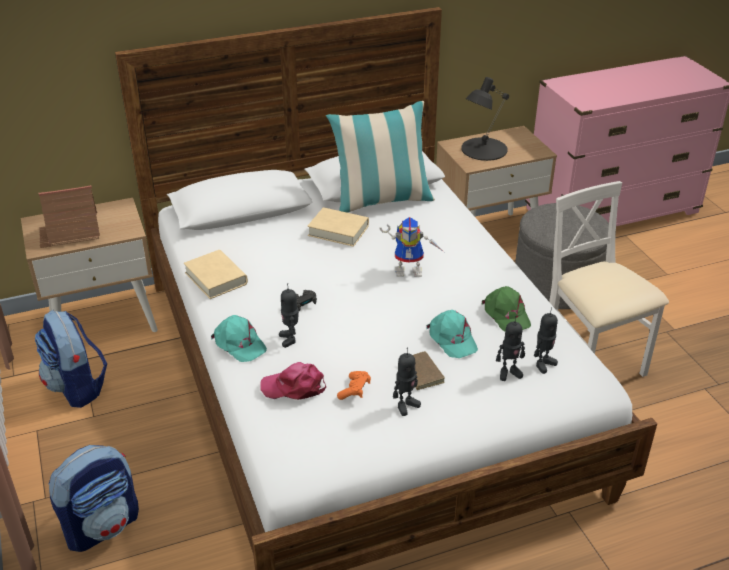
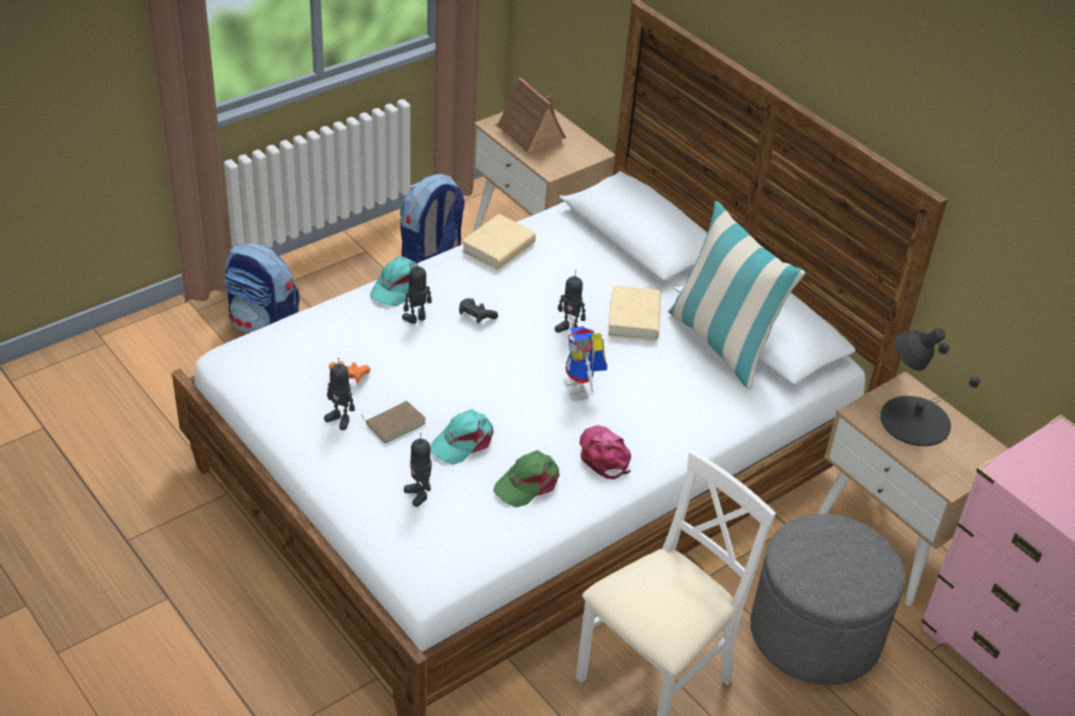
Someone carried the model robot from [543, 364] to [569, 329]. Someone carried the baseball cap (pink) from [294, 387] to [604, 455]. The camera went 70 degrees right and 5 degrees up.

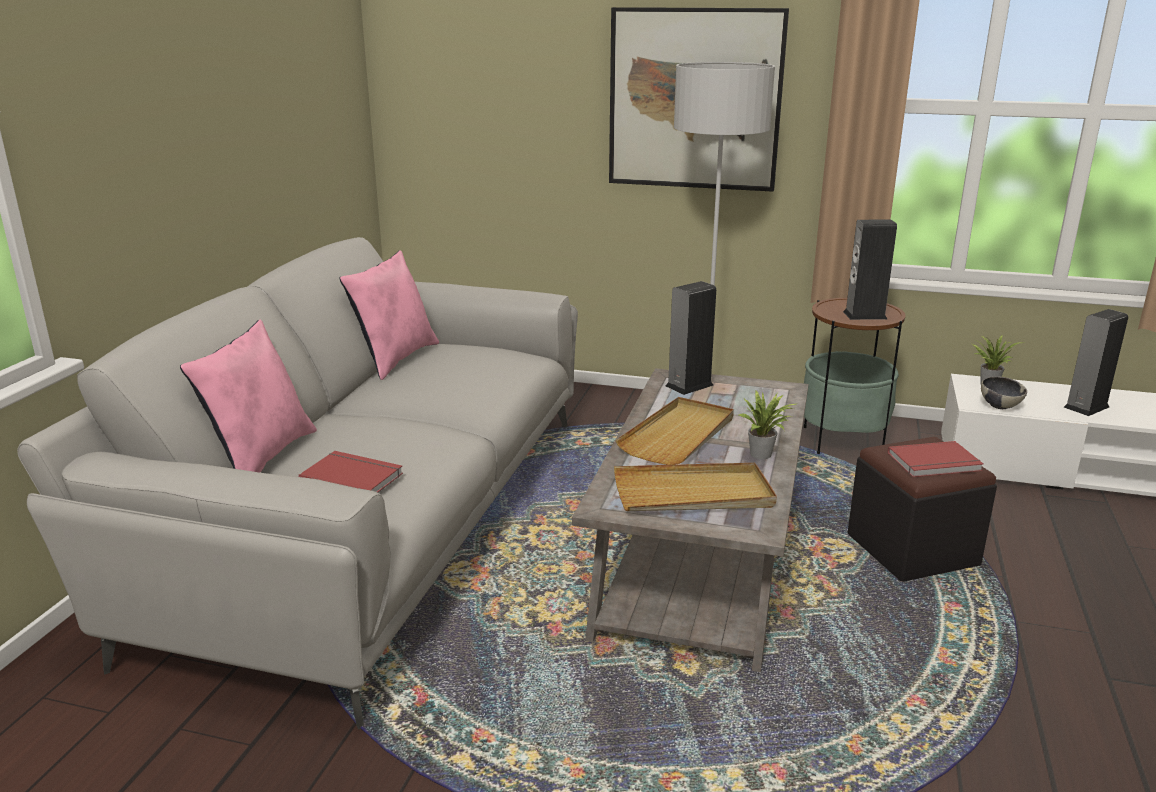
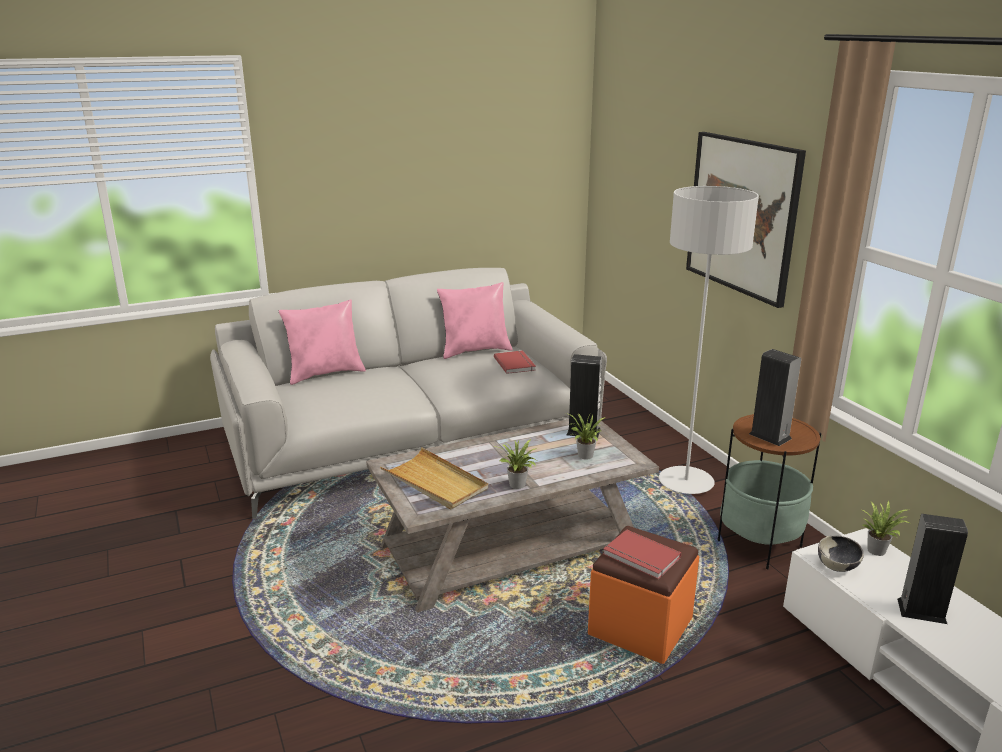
Someone carried the book (red-coloured) from [353, 477] to [515, 363]. Someone put down the potted plant at [584, 456]. Someone repainted the ottoman (blackish) at [912, 550], which became the ottoman (orangey) at [640, 626]. Someone took away the carrying tray (sand-coloured) at [679, 435]. The camera went 50 degrees right and 0 degrees up.

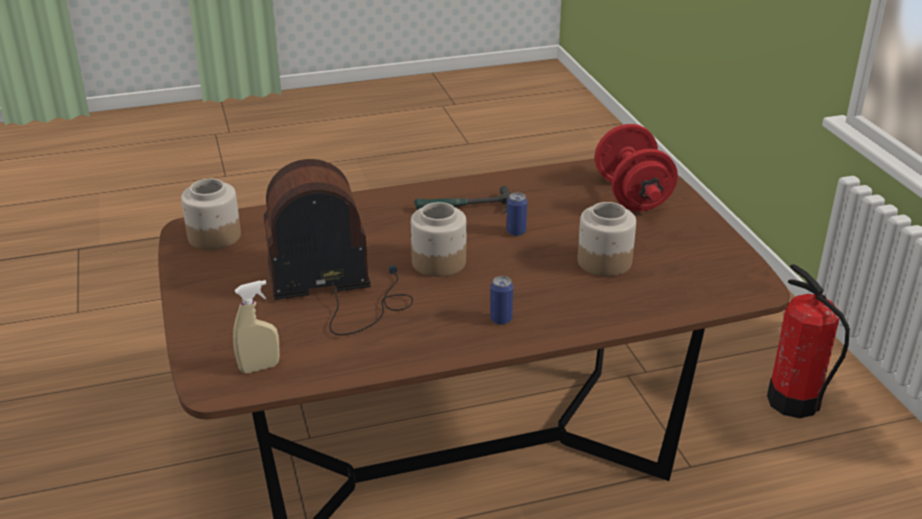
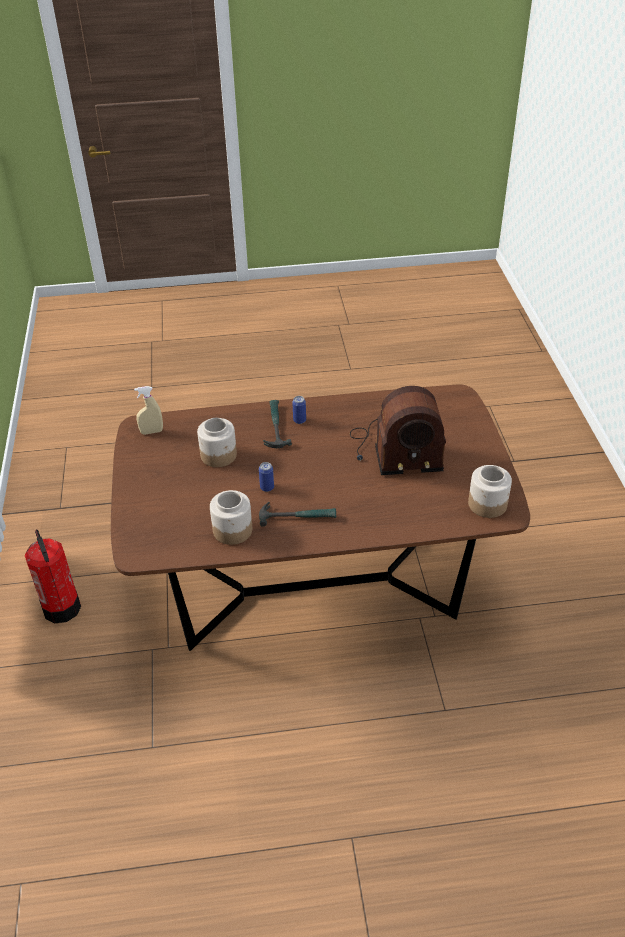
Someone carried the sprayer (sand-coloured) from [259, 367] to [151, 432]. Someone carried the jar from [438, 262] to [233, 530]. Someone put down the hand hammer at [275, 427]. Someone took away the hand weight (red-coloured) at [632, 195]. The camera went 170 degrees left and 10 degrees up.

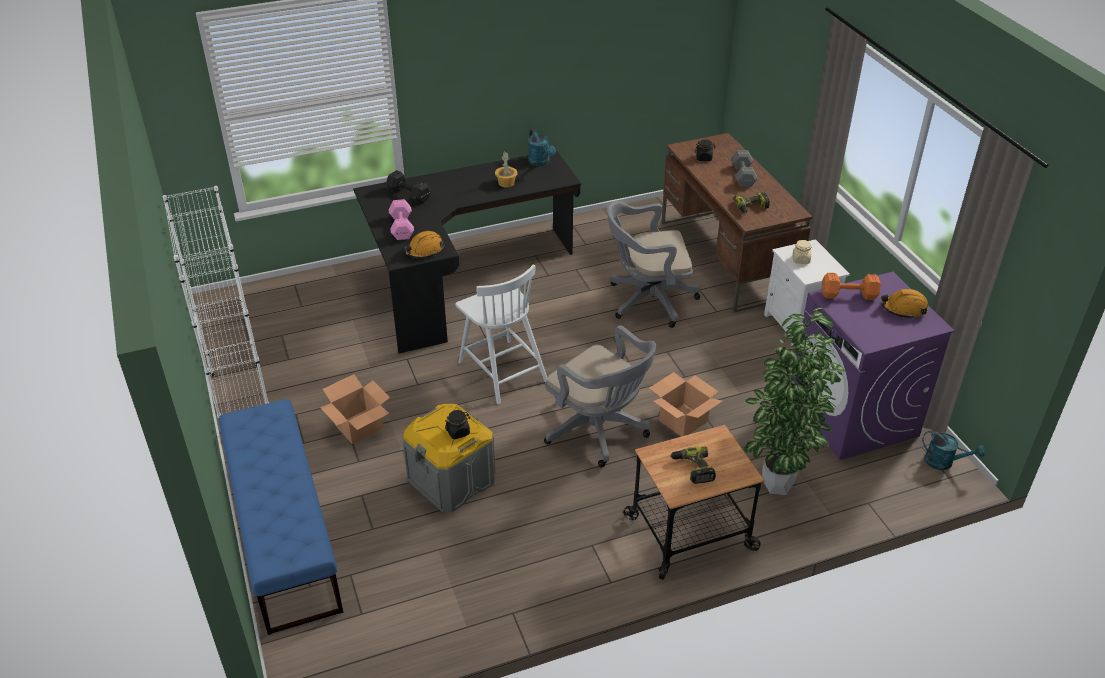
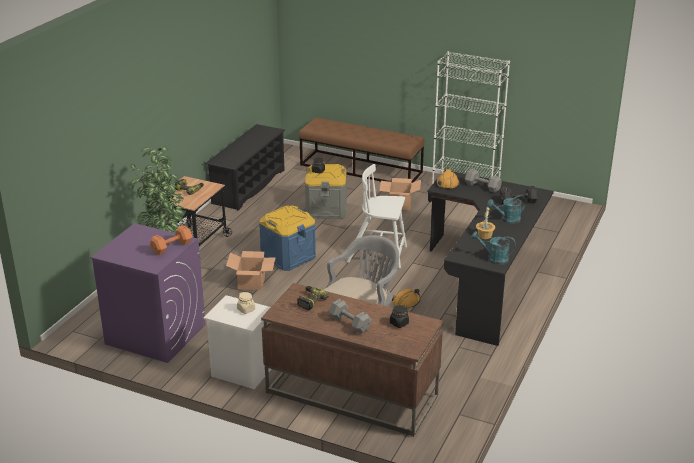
Someone put down the shoe shelf (blackish) at [248, 186]. Someone swapped the desk chair (greyish) at [599, 431] for the storage box (blue) at [288, 257]. Someone repainted the indoor bench (blue) at [284, 533], which became the indoor bench (brownish) at [361, 168]. Someone carried the work helmet (orangey) from [903, 309] to [406, 303]. Someone repainted the hand weight (pink) at [402, 227], which became the hand weight (greyish) at [483, 187]. Someone carried the sprinkling can (turquoise) from [944, 462] to [507, 220]. The camera went 135 degrees right and 10 degrees down.

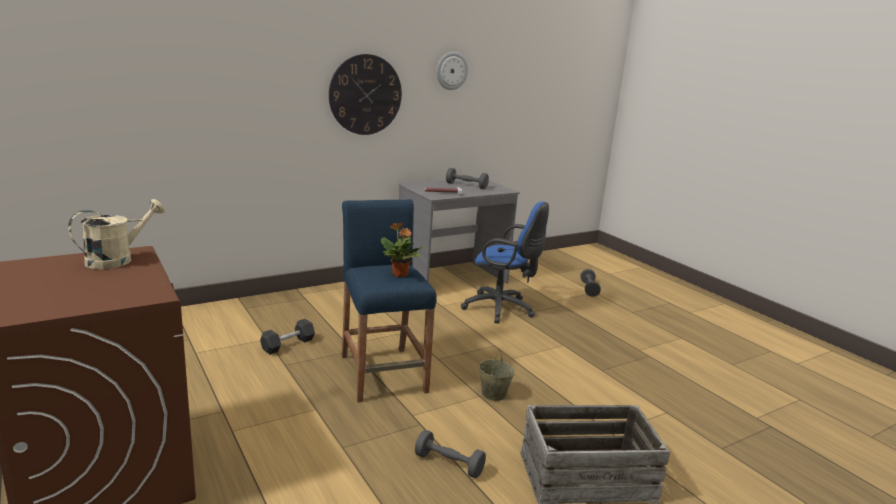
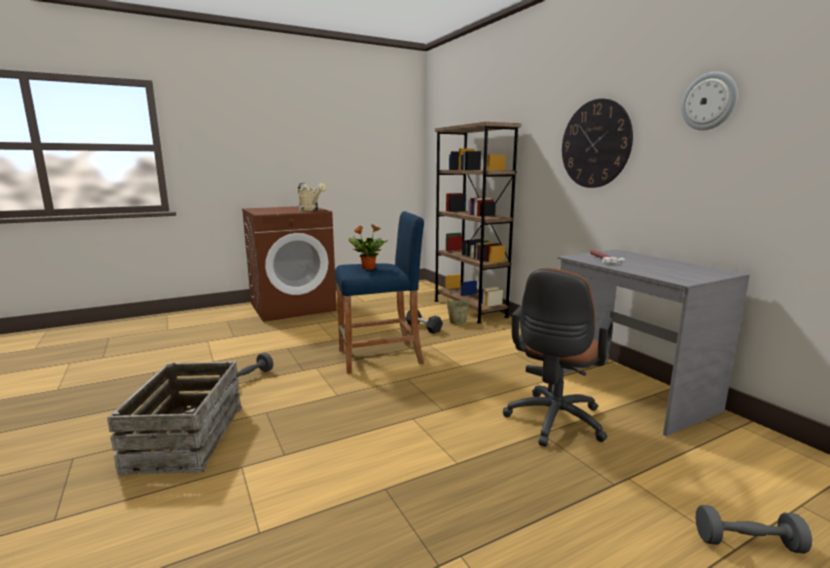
Someone put down the bookshelf (brownish) at [469, 309]. Someone carried the pail (sand-coloured) from [493, 394] to [457, 322]. Someone repainted the desk chair (blue) at [502, 309], which became the desk chair (brownish) at [553, 423]. Someone took away the hand weight (greyish) at [466, 186]. The camera went 95 degrees right and 5 degrees down.

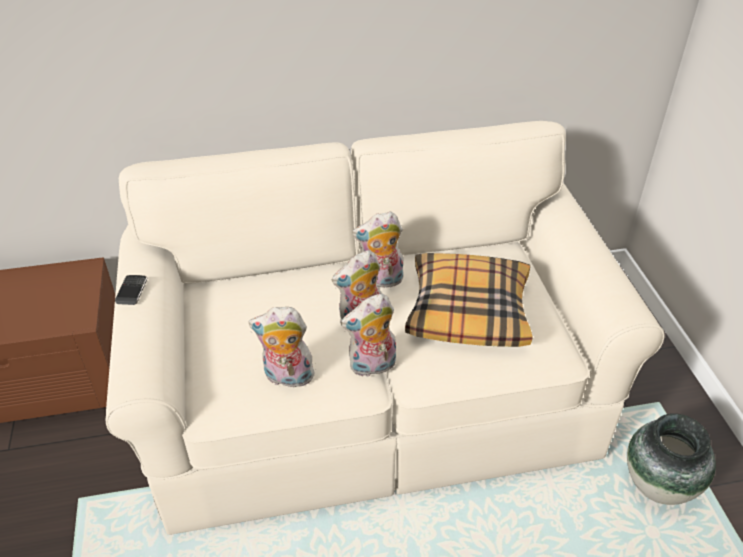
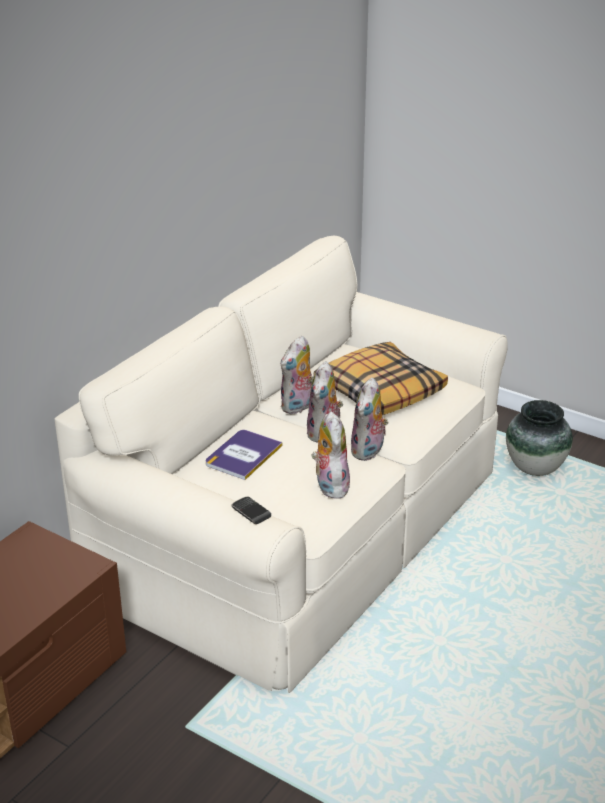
Someone put down the book at [243, 455]. Someone carried the handset from [132, 291] to [251, 512]. Someone rotated the plush toy at [287, 378] by 120 degrees clockwise. The camera went 45 degrees left and 10 degrees down.

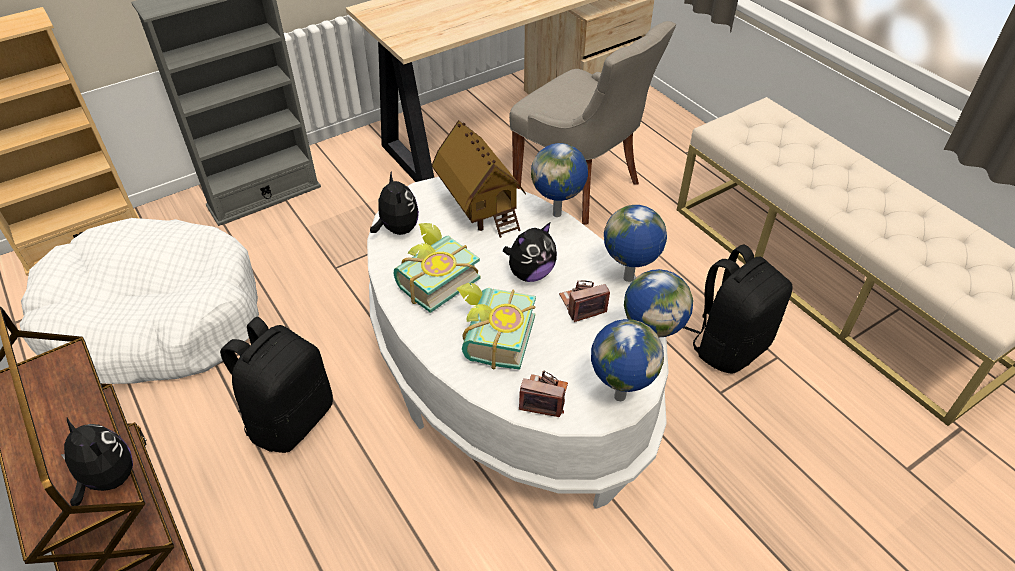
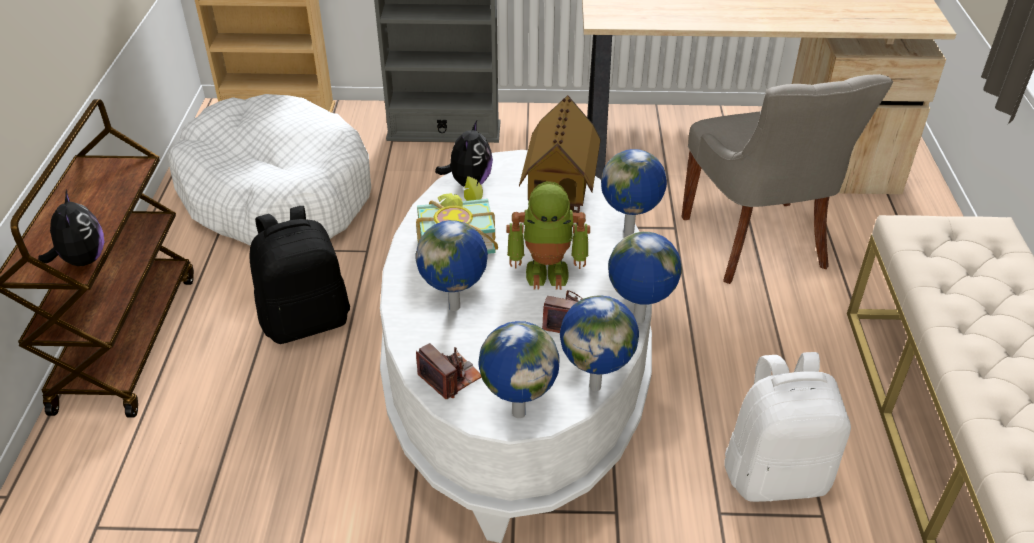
Someone swapped the book at [491, 338] for the world globe at [456, 307]. Someone swapped the plush toy at [530, 273] for the model robot at [547, 271]. Someone repainted the knapsack (blackish) at [729, 345], which became the knapsack (white-coloured) at [775, 474]. The camera went 35 degrees right and 5 degrees down.

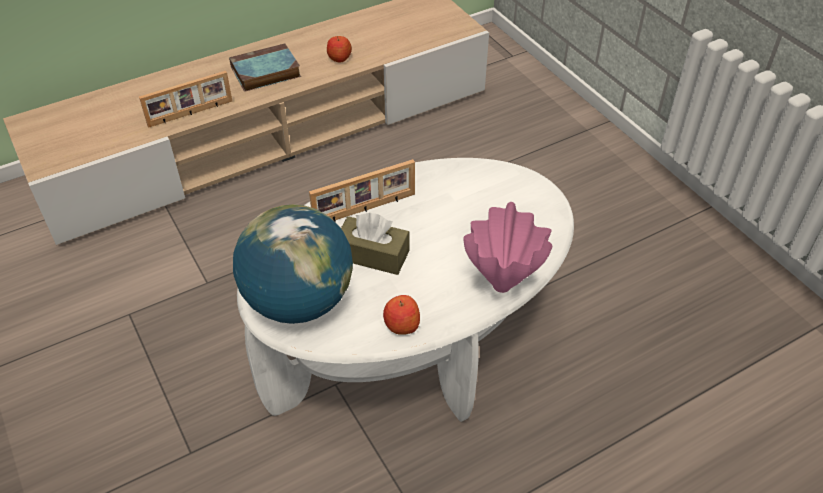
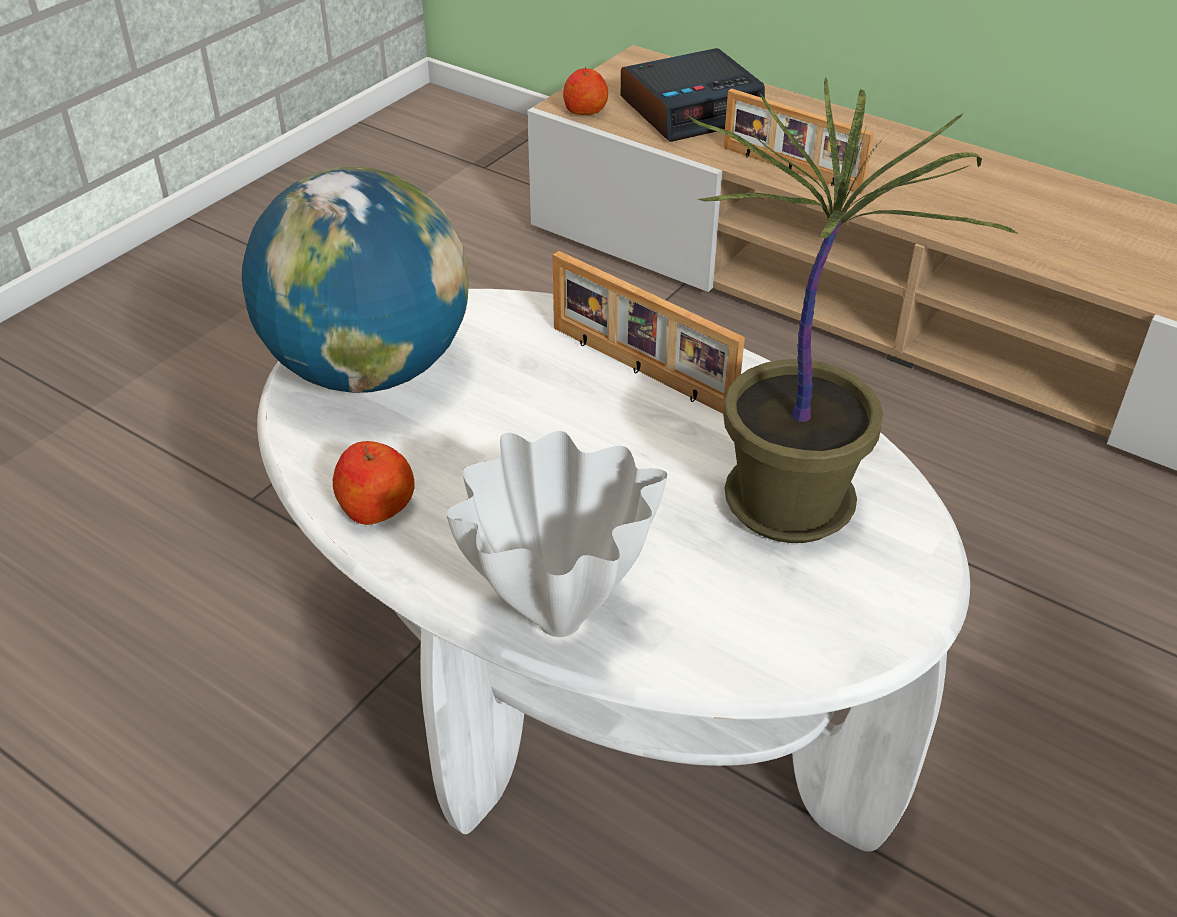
Someone repainted the vase (pink) at [501, 287], which became the vase (white-coloured) at [555, 621]. Someone carried the apple from [339, 58] to [585, 110]. Someone put down the table clock at [691, 109]. Someone put down the potted plant at [792, 500]. Someone took away the book at [264, 73]. Someone took away the tissue holder (brownish) at [373, 255]. The camera went 65 degrees right and 5 degrees down.

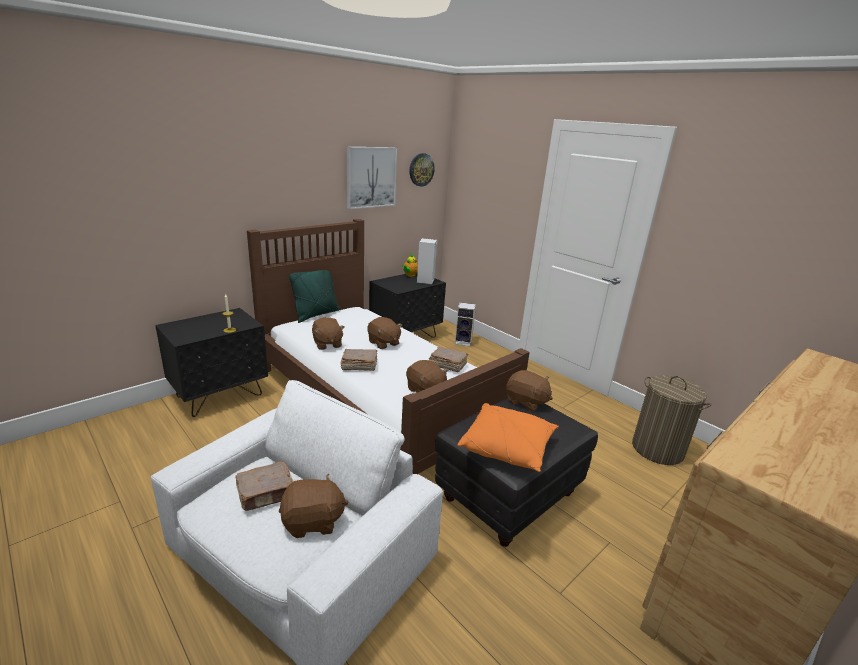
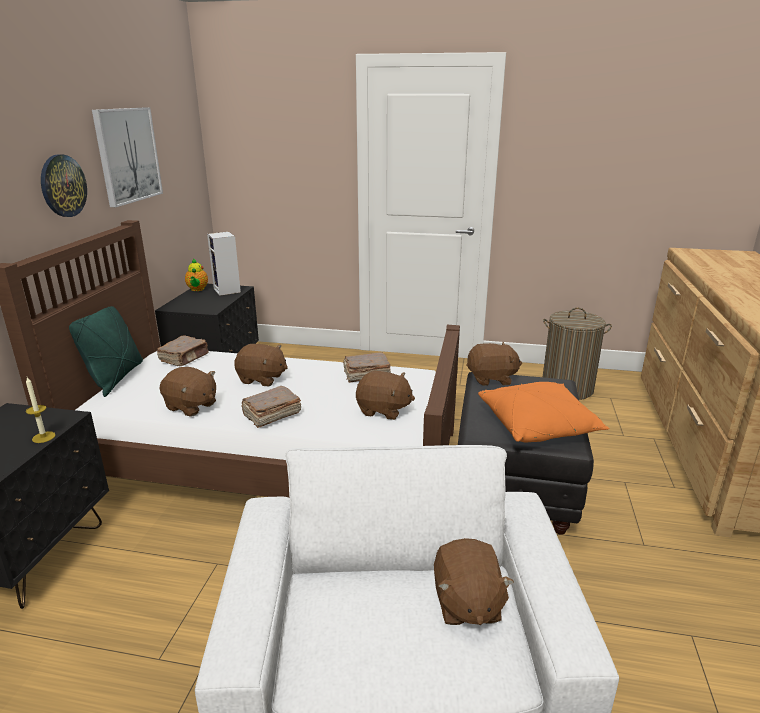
Someone carried the wall clock from [421, 169] to [63, 186]. Someone carried the book (brownish) from [267, 494] to [185, 358]. Someone rotated the plush toy (brownish) at [313, 522] by 135 degrees clockwise. Someone took away the audio speaker at [464, 342]. The camera went 35 degrees left and 0 degrees up.

